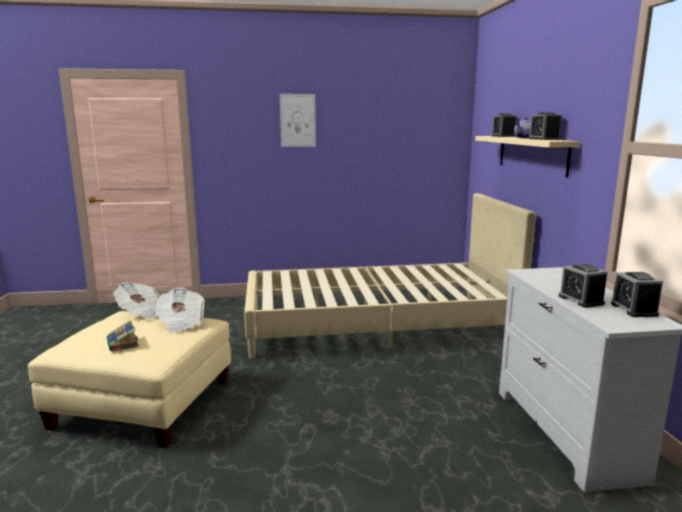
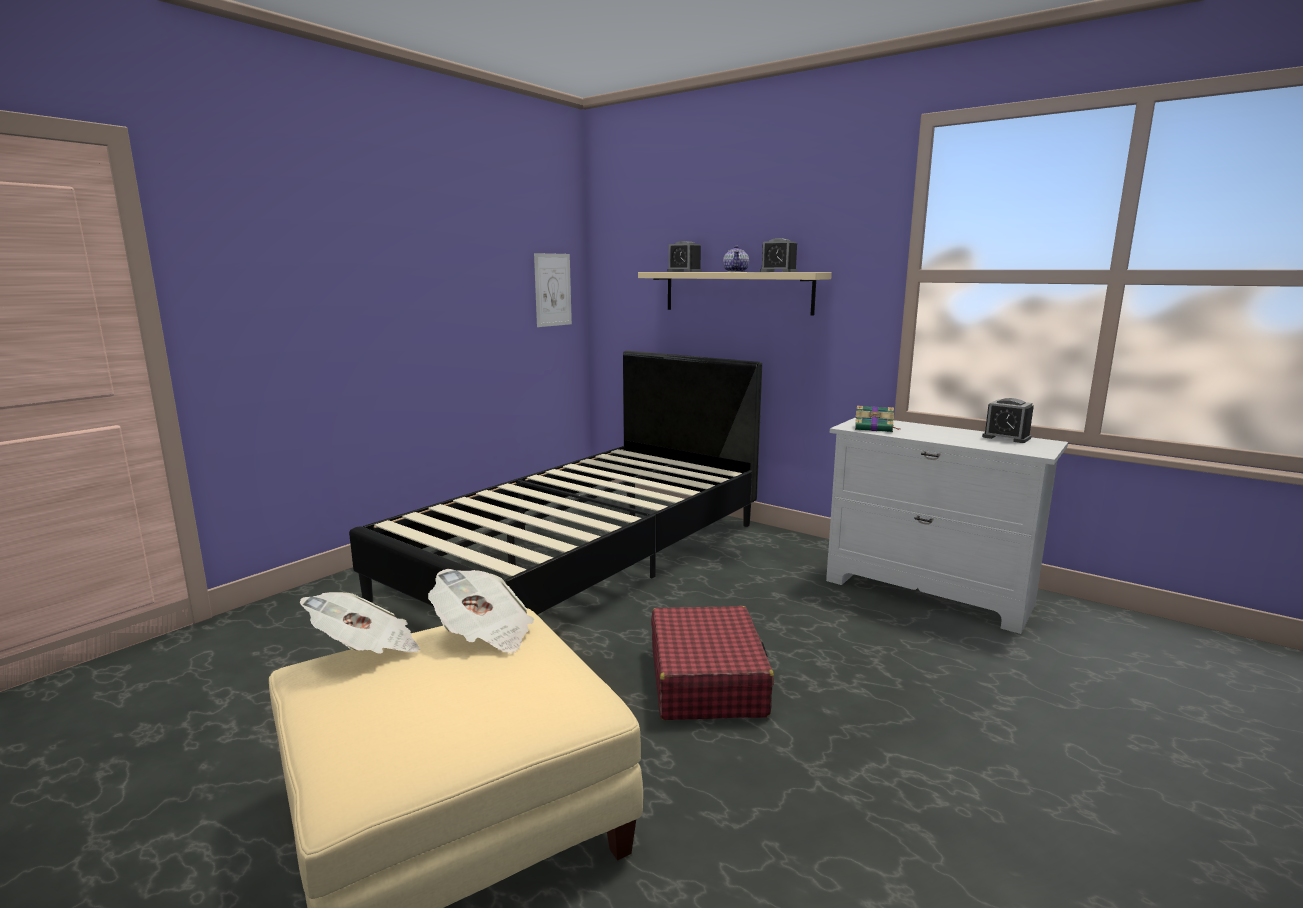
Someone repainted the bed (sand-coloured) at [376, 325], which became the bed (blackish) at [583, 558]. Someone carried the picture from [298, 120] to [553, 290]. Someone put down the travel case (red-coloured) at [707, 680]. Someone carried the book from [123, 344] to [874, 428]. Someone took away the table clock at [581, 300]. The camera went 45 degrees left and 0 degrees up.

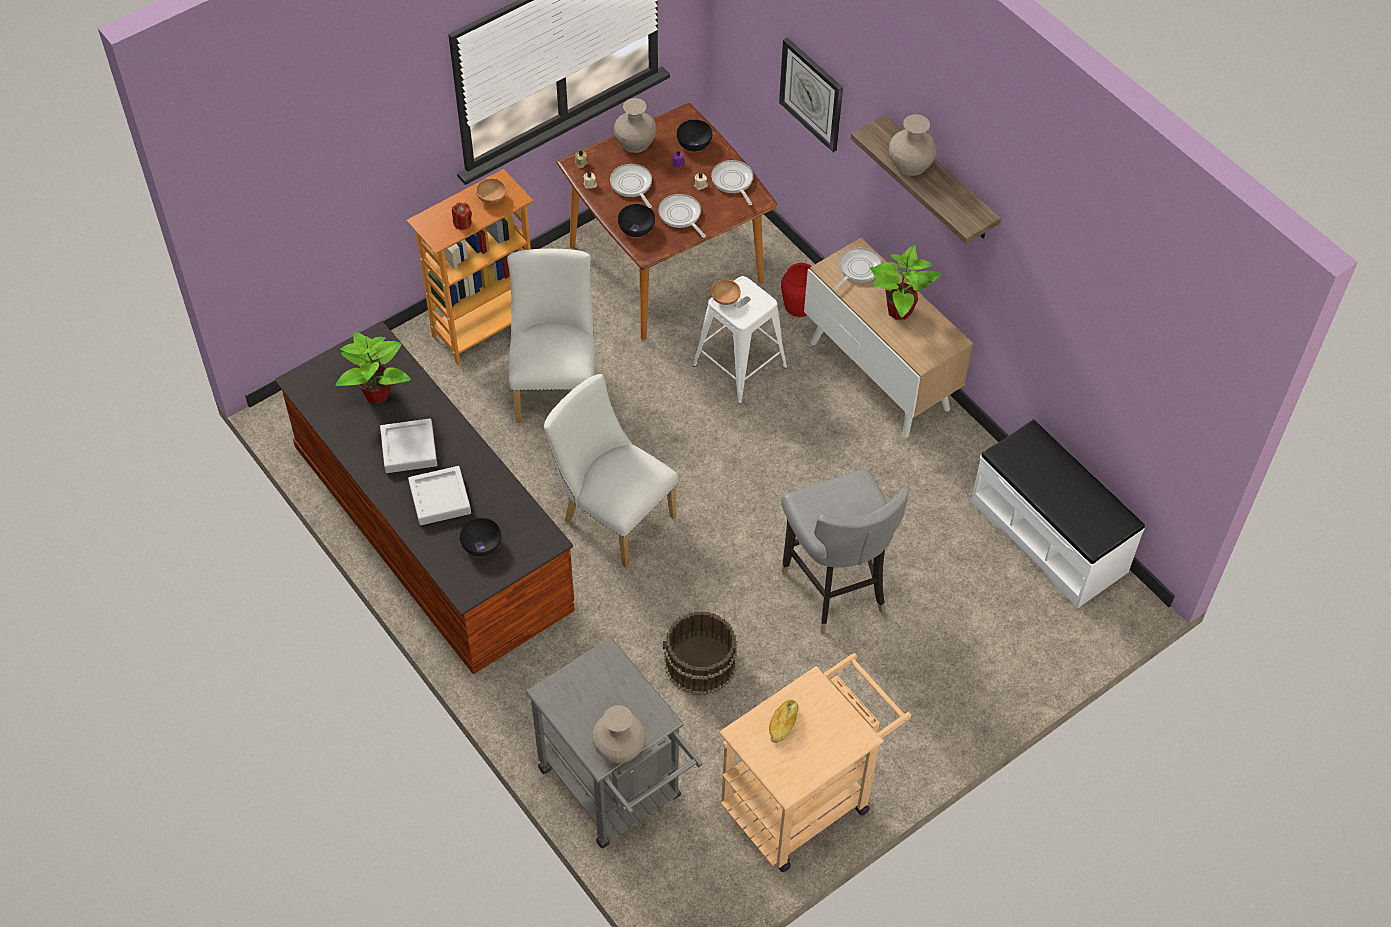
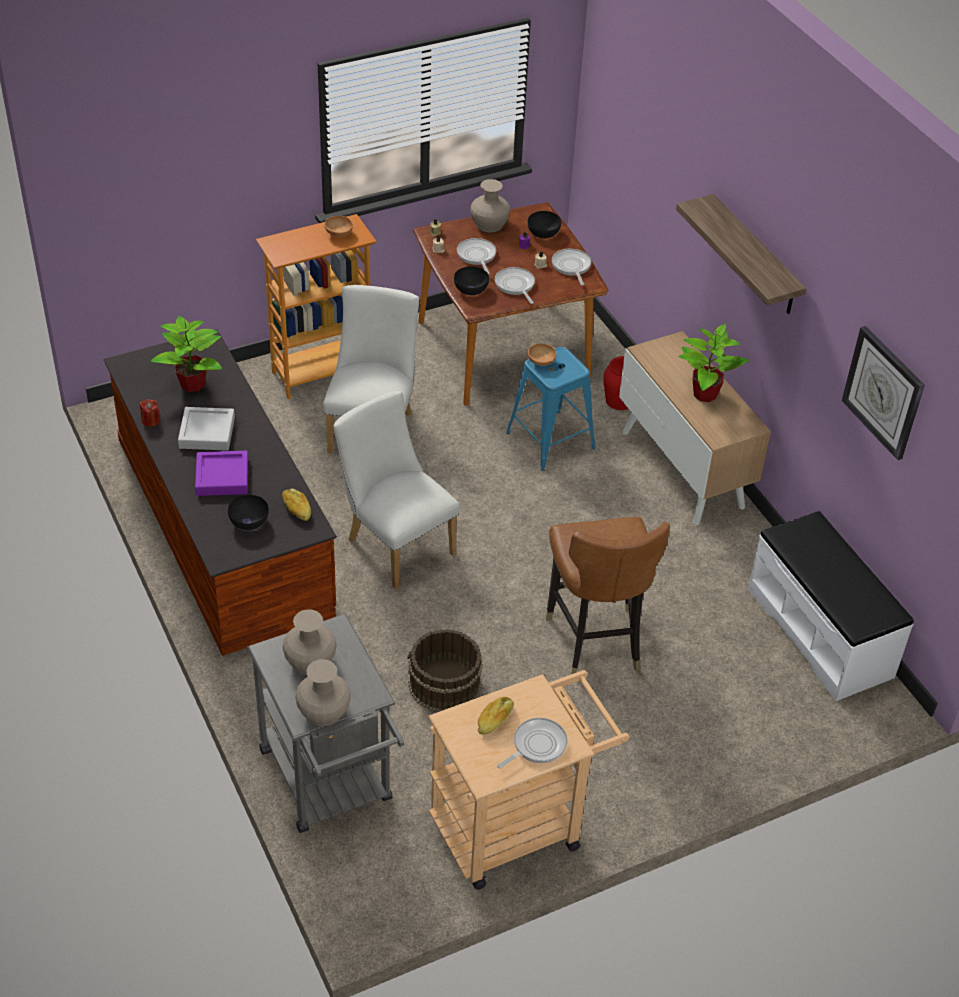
Someone carried the wax candle (red-coloured) from [462, 223] to [150, 420]. Someone repainted the carrying tray (greyish) at [440, 499], which became the carrying tray (purple) at [222, 477]. Someone put down the bread at [296, 509]. Someone carried the vase (sand-coloured) from [911, 163] to [310, 661]. Someone carried the pan from [858, 269] to [536, 745]. Someone repainted the sitting stool (white-coloured) at [739, 365], which became the sitting stool (blue) at [550, 440]. Someone repainted the upright chair (greyish) at [835, 588], which became the upright chair (brownish) at [595, 641]. Someone carried the wall clock from [812, 94] to [884, 392]. The camera went 10 degrees right and 10 degrees down.

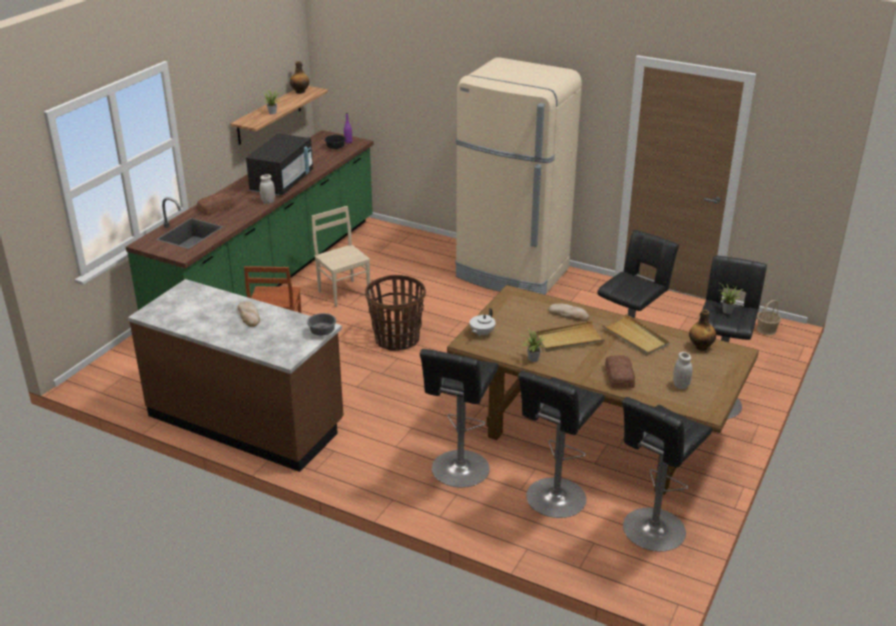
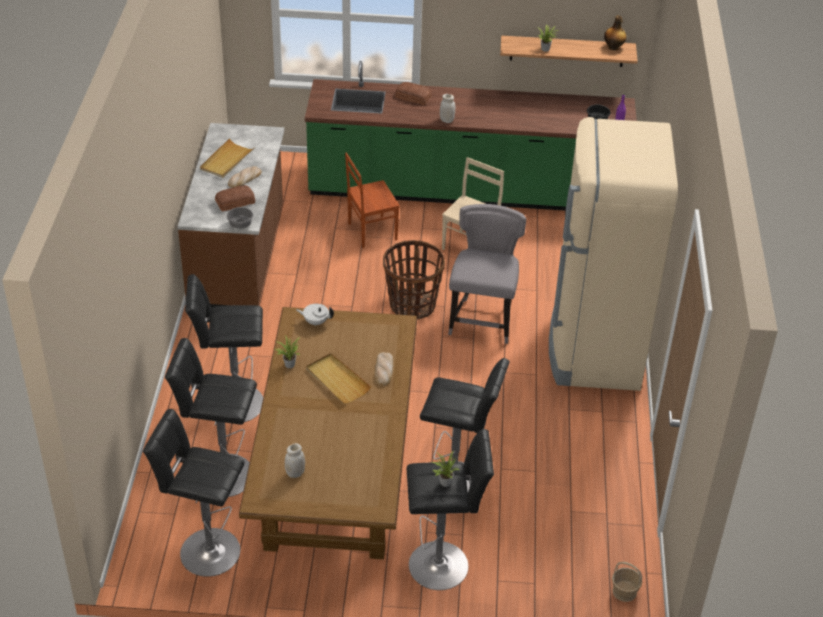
Someone carried the carrying tray (sand-coloured) from [635, 337] to [226, 160]. Someone carried the bread from [618, 377] to [234, 202]. Someone put down the upright chair (greyish) at [482, 320]. Someone took away the microwave (blackish) at [282, 183]. Someone took away the beverage bottle at [700, 347]. The camera went 65 degrees right and 10 degrees up.

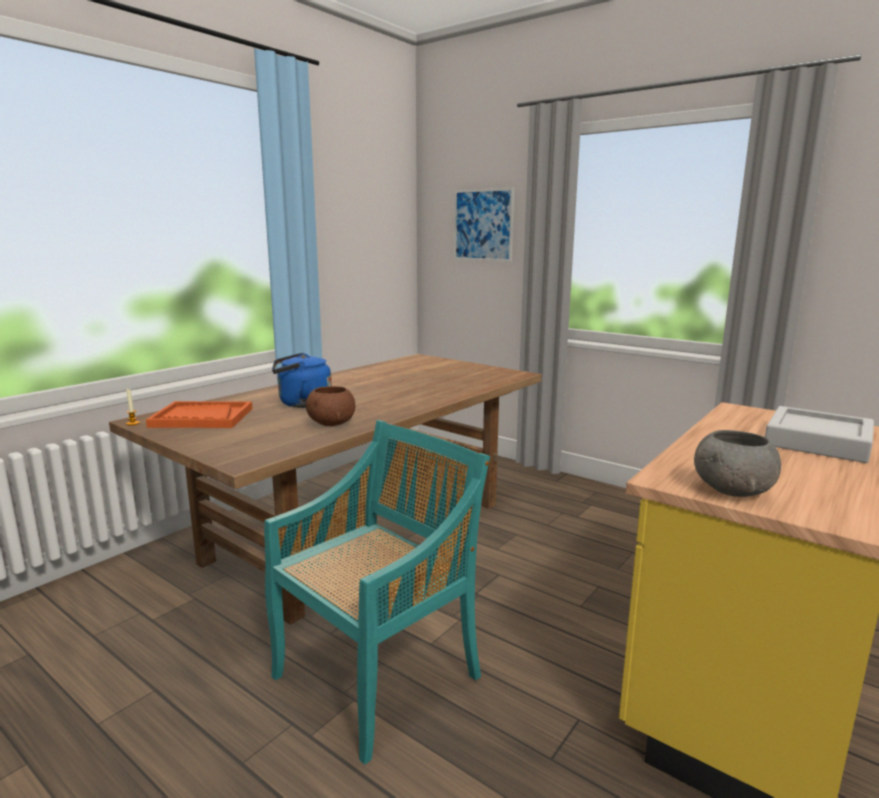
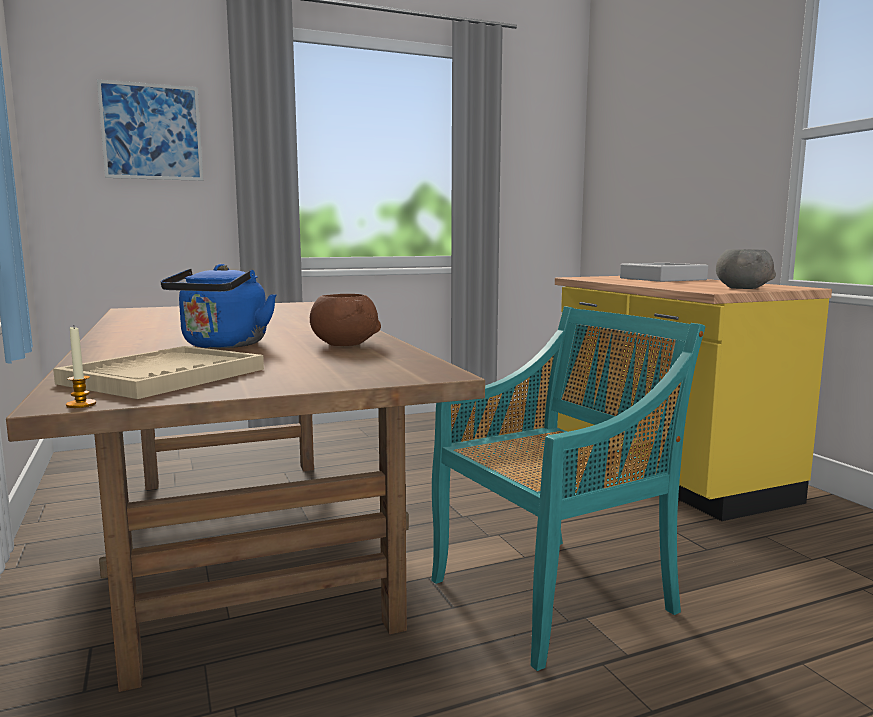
Someone repainted the carrying tray (orangey) at [202, 418], which became the carrying tray (sand-coloured) at [164, 376]. Someone rotated the upright chair (turquoise) at [379, 674] by 75 degrees clockwise. The camera went 60 degrees left and 5 degrees down.

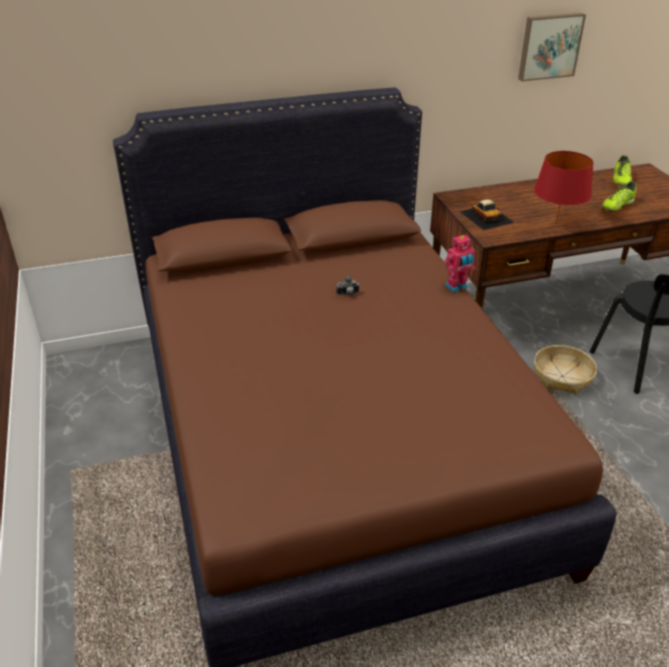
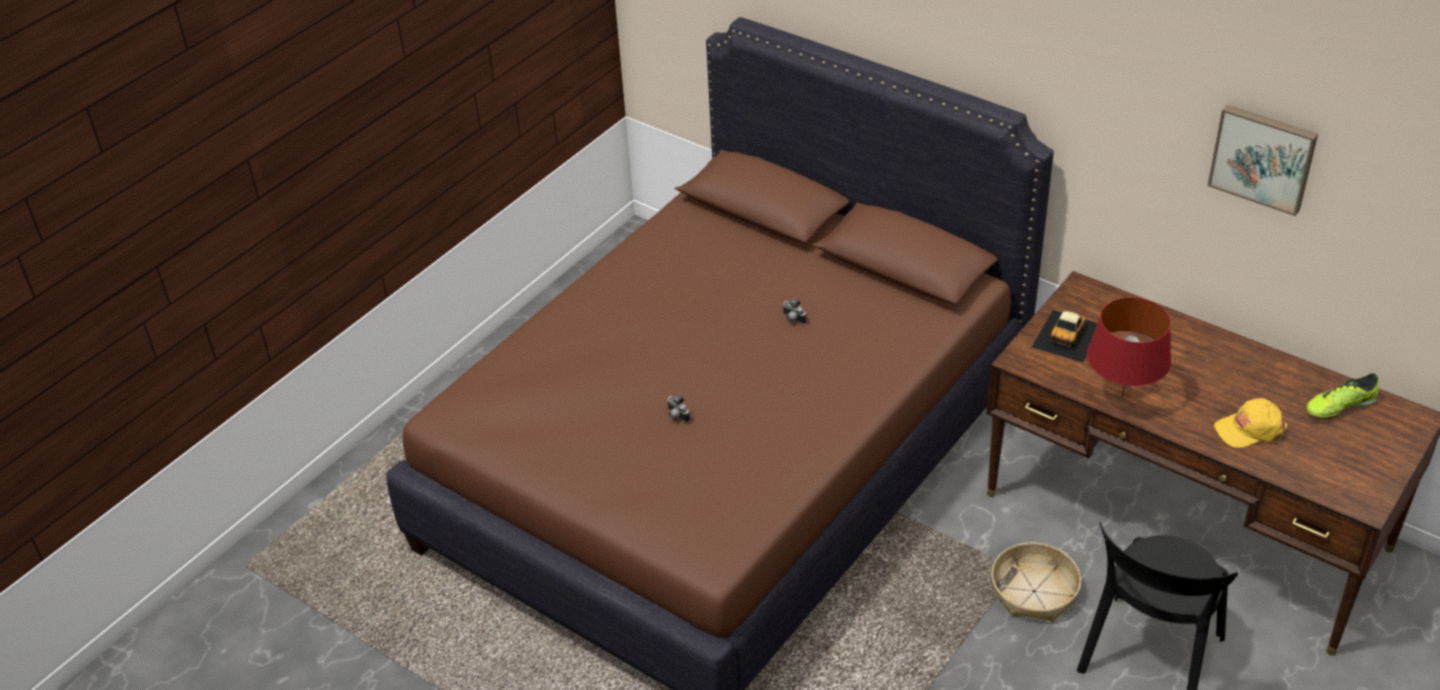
Someone put down the photo camera at [676, 416]. Someone swapped the item of footwear at [617, 206] for the baseball cap (yellow) at [1249, 429]. Someone took away the model robot at [457, 287]. The camera went 55 degrees right and 5 degrees up.

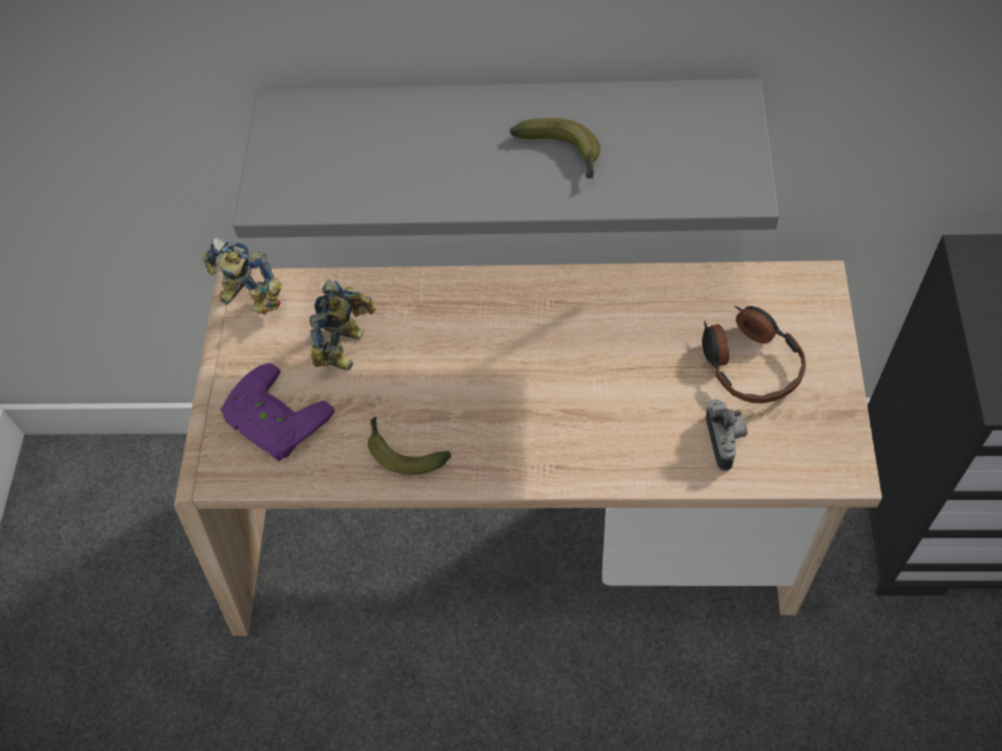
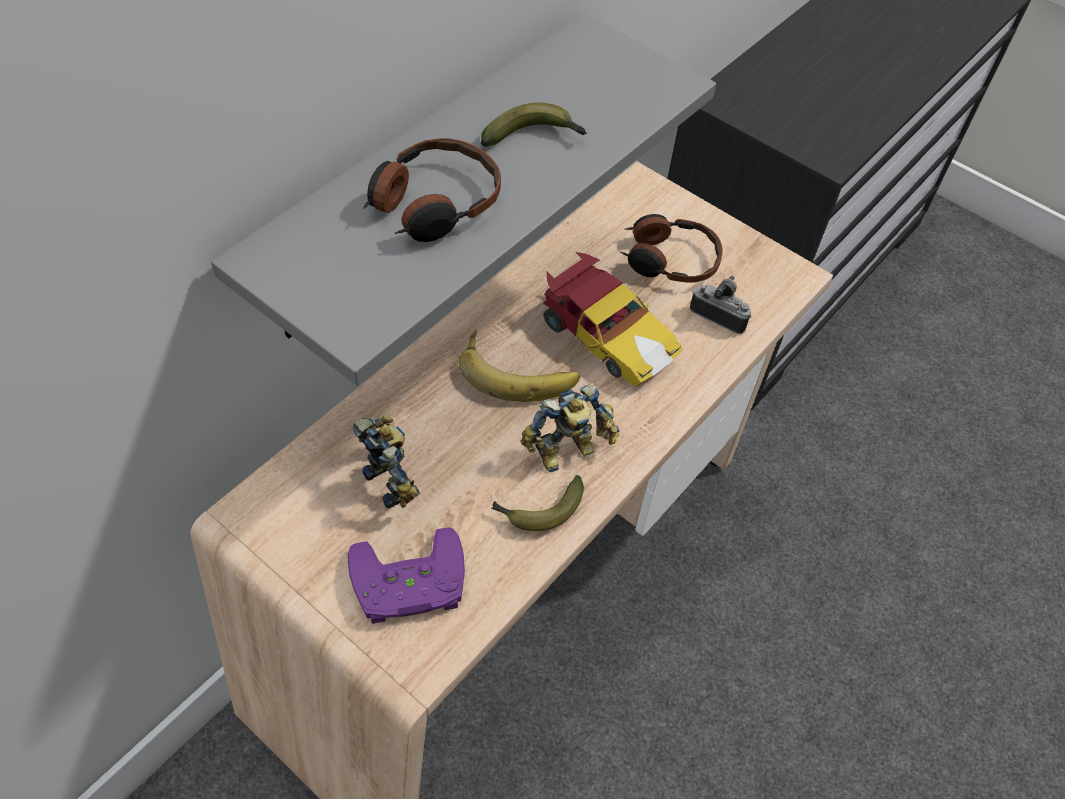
Someone put down the headset at [433, 204]. Someone put down the banana fruit at [518, 370]. Someone carried the model robot from [248, 300] to [568, 453]. Someone put down the miniature car at [606, 336]. The camera went 60 degrees left and 5 degrees down.

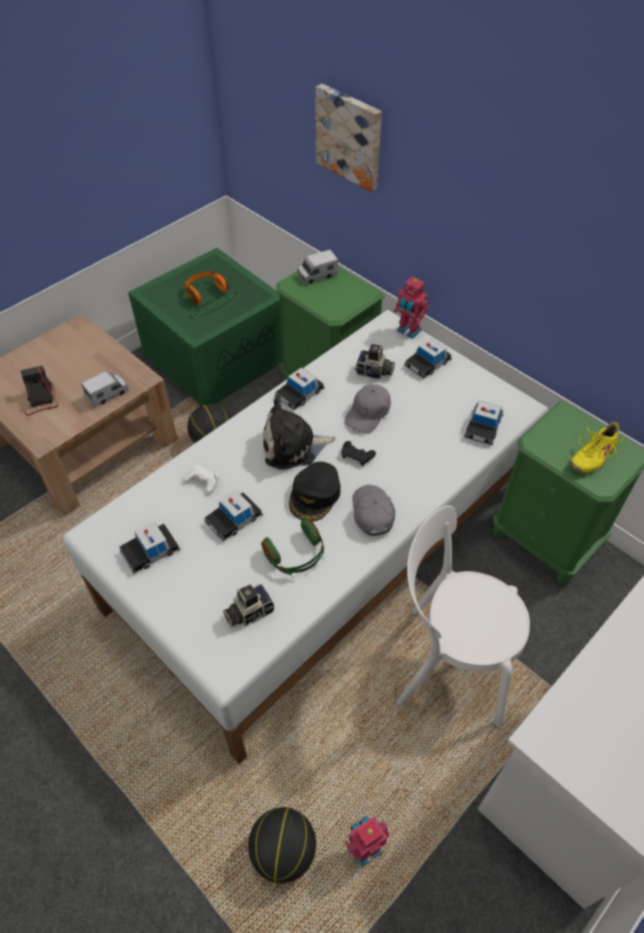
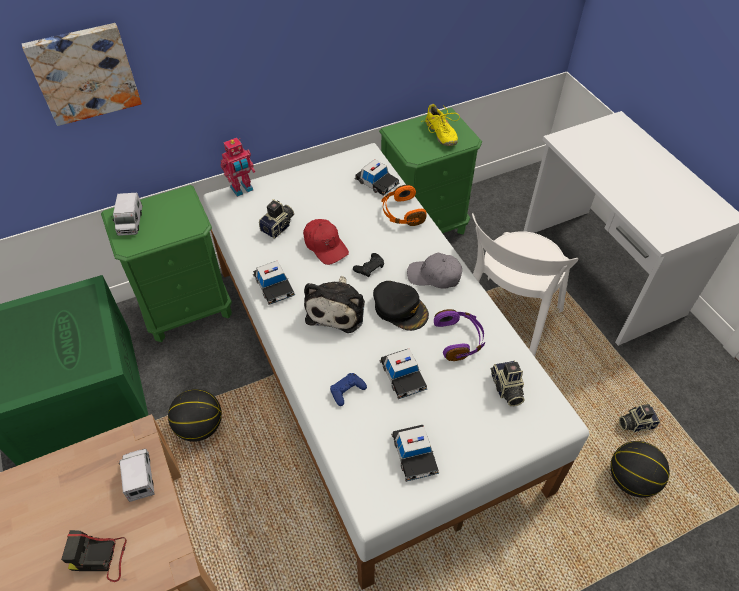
Someone repainted the baseball cap (greyish) at [368, 413], which became the baseball cap (red-coloured) at [325, 246]. Someone repainted the joypad (white-coloured) at [202, 481], which became the joypad (blue) at [347, 391]. Someone carried the headset (orangey) from [205, 292] to [402, 213]. Someone repainted the headset (greenish) at [296, 555], which became the headset (purple) at [459, 339]. Someone swapped the model robot at [364, 848] for the photo camera at [635, 423]. Someone took away the miniature car at [427, 363]. The camera went 70 degrees left and 0 degrees up.

